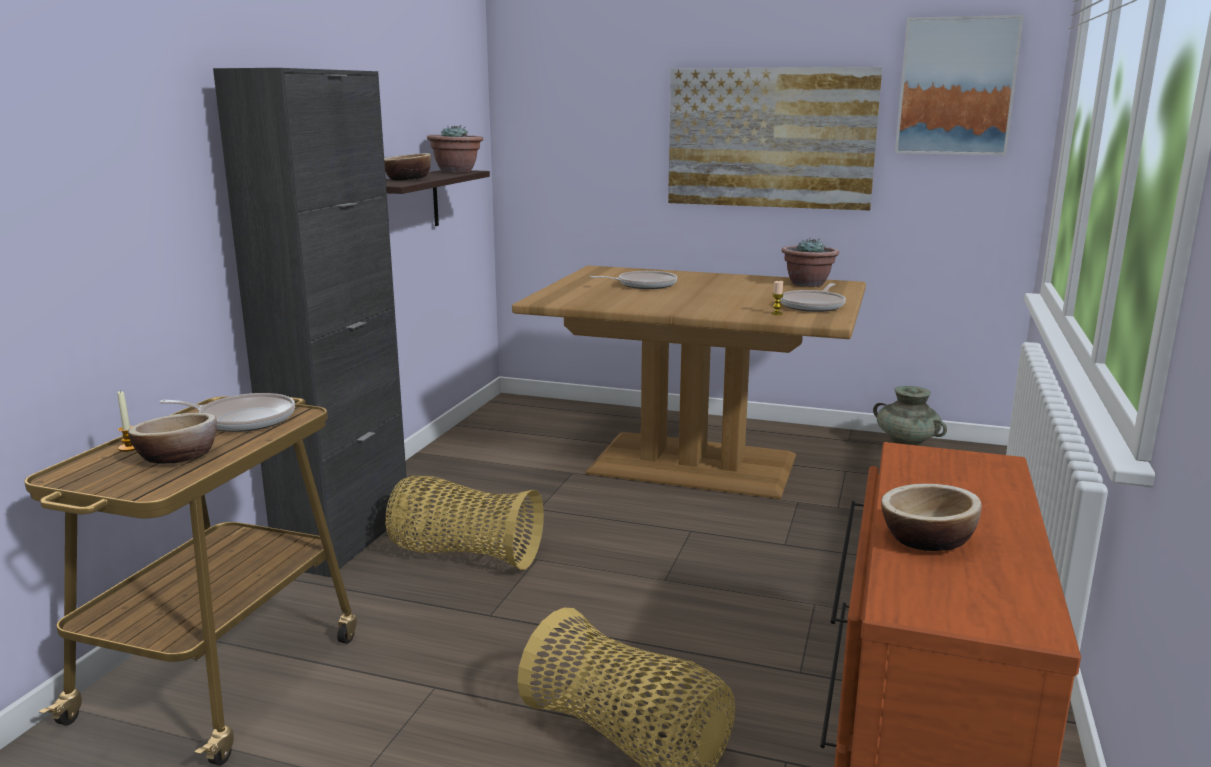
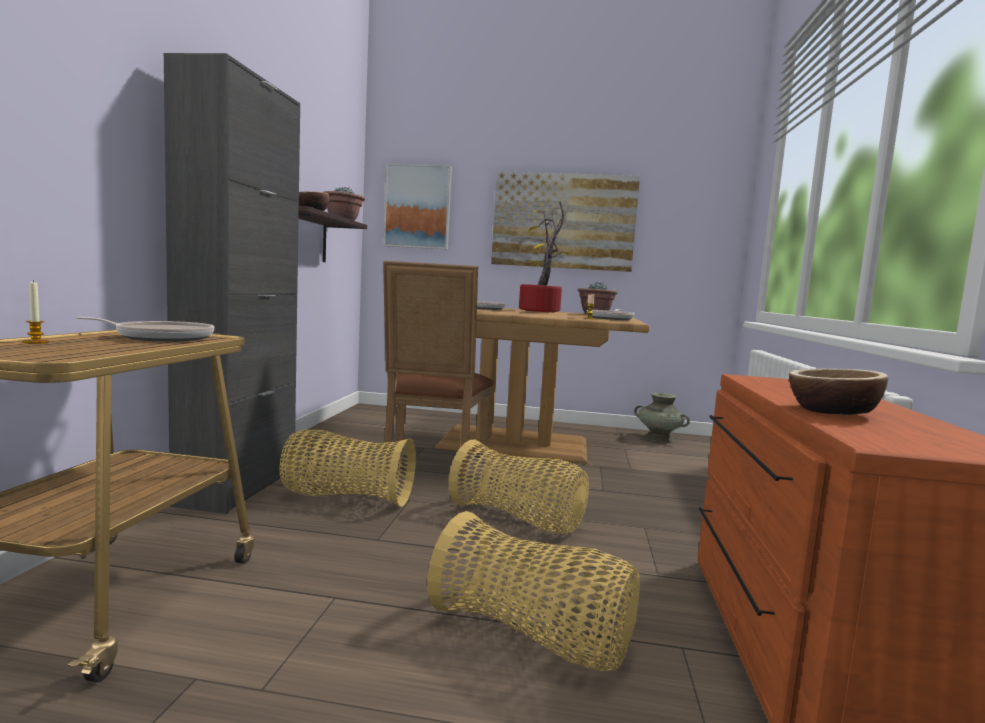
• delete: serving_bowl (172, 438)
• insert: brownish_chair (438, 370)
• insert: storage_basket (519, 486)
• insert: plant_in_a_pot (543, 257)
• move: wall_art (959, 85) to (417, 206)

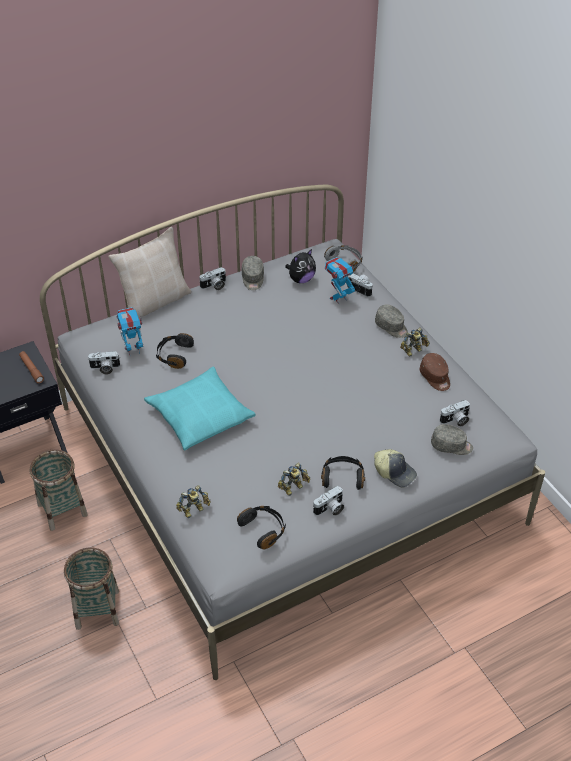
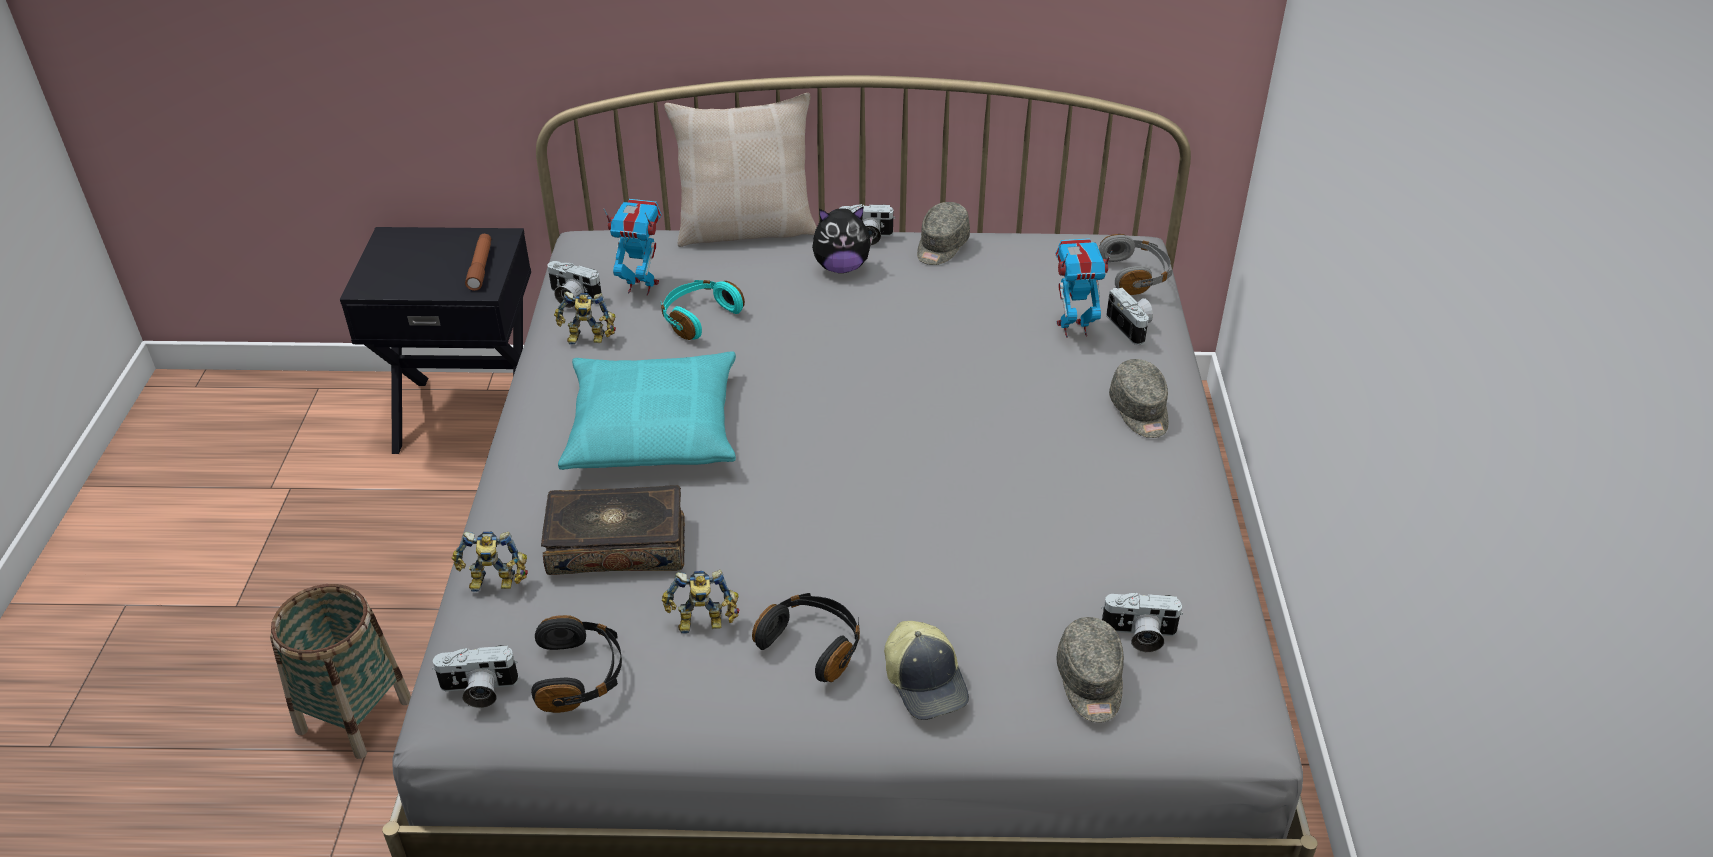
• delete: storage_basket (59, 490)
• delete: brownish_baseball_cap (435, 372)
• insert: bound_book (613, 530)
• move: plush_toy (300, 266) to (842, 240)
• move: photo_camera (328, 501) to (475, 676)
• move: toy_robot (414, 342) to (585, 318)
• recolor: black-coloured_headphones (175, 351) to turquoise_headphones (703, 310)
• rotate: greyish_baseball_cap (452, 439) = (1090, 670) 45 degrees clockwise

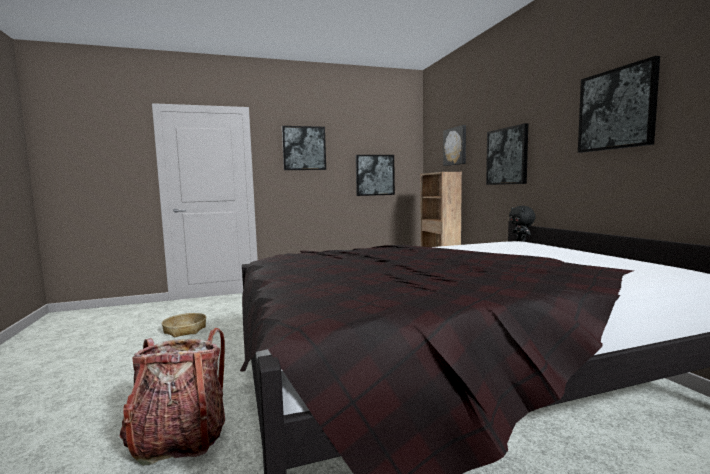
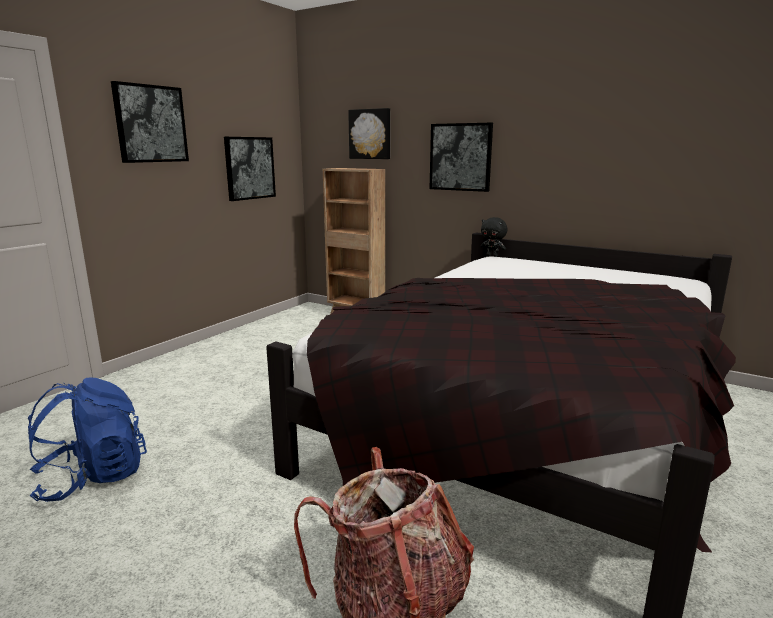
• delete: wall_art (619, 104)
• replace: storage_basket (184, 325) to blue_knapsack (87, 439)

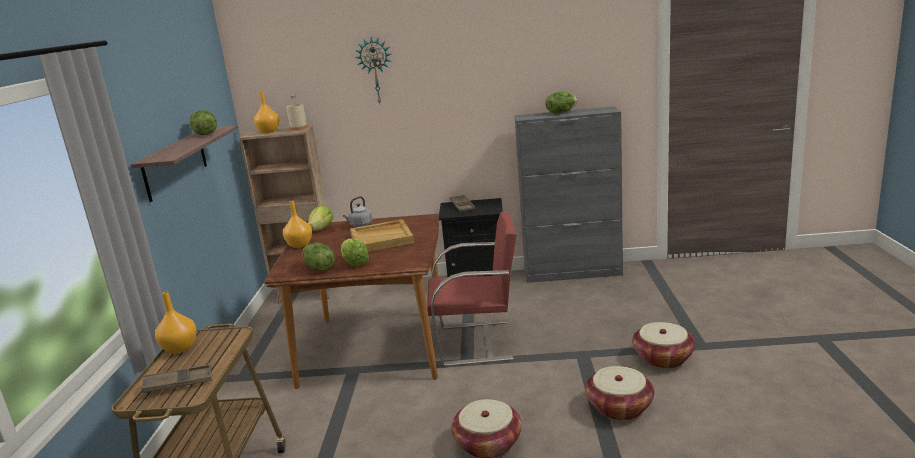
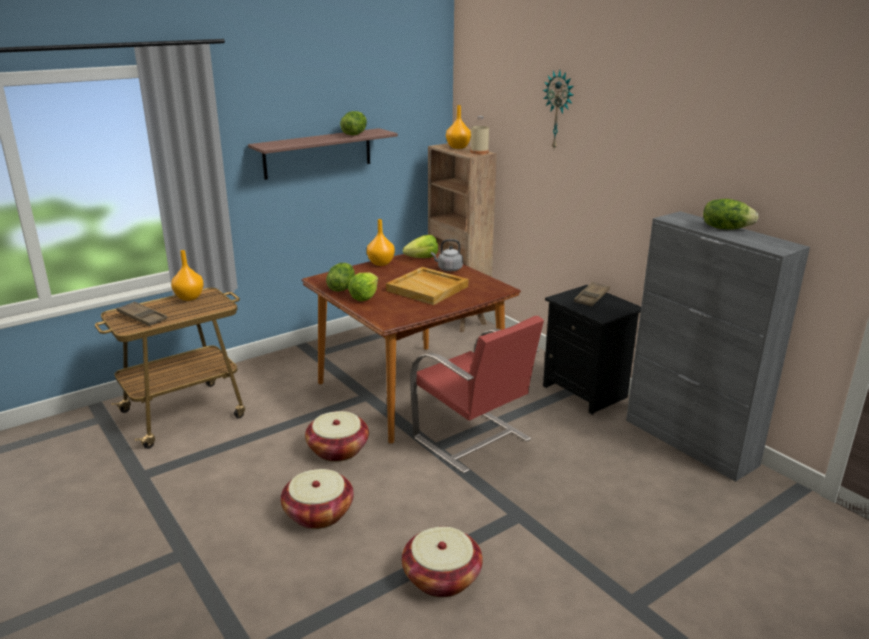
• move: storage_basket (663, 345) to (337, 436)

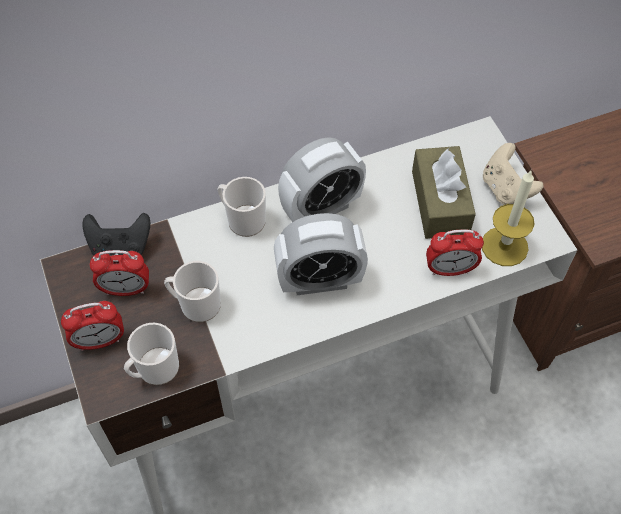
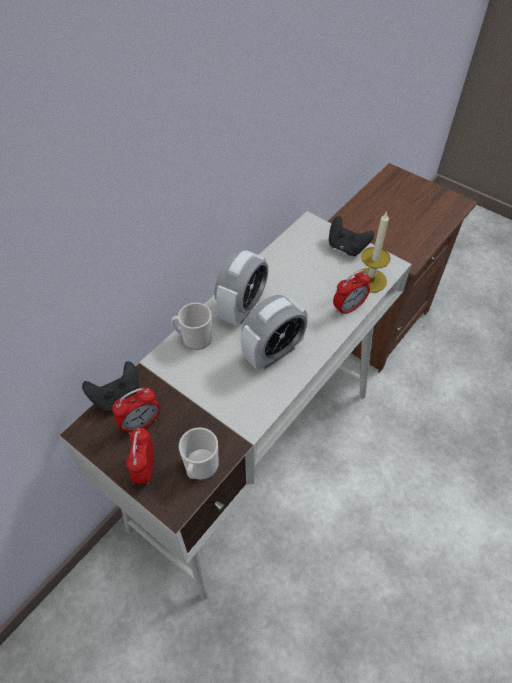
• delete: mug (192, 291)
• delete: brownish_tissue_holder (444, 192)
• recolor: beige-coloured_gamepad (513, 174) to black-coloured_gamepad (351, 236)
• rotate: alarm_clock (92, 326) = (139, 456) 135 degrees clockwise

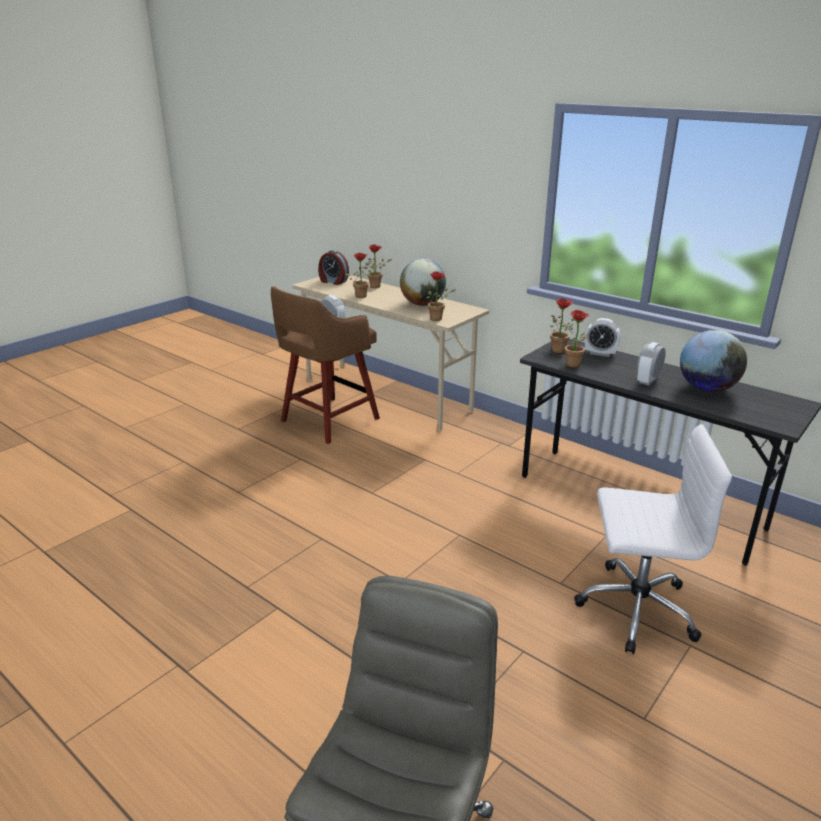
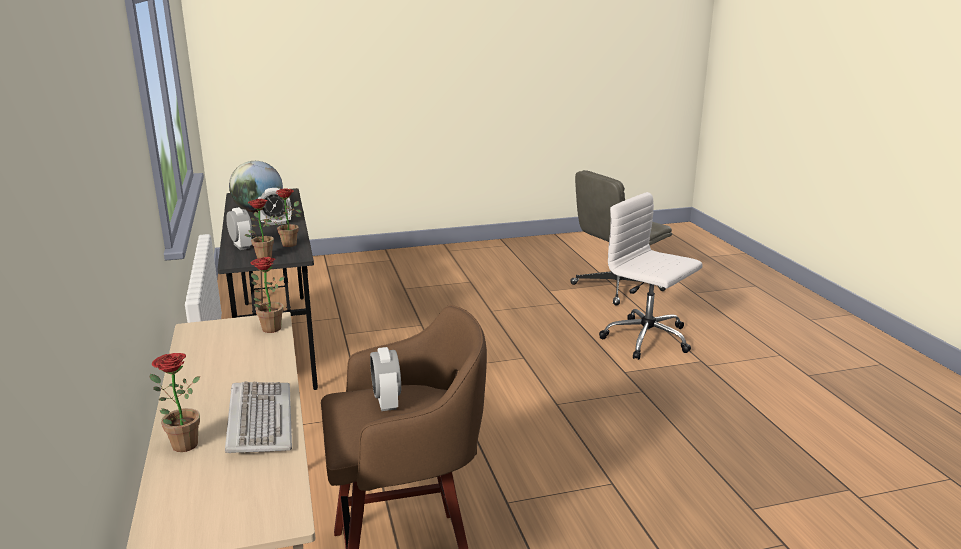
• delete: alarm_clock (333, 267)
• delete: globe (423, 282)
• move: whitish_desk_chair (653, 539) to (651, 276)
• replace: plant_in_a_pot (360, 275) to computer_keyboard (258, 417)

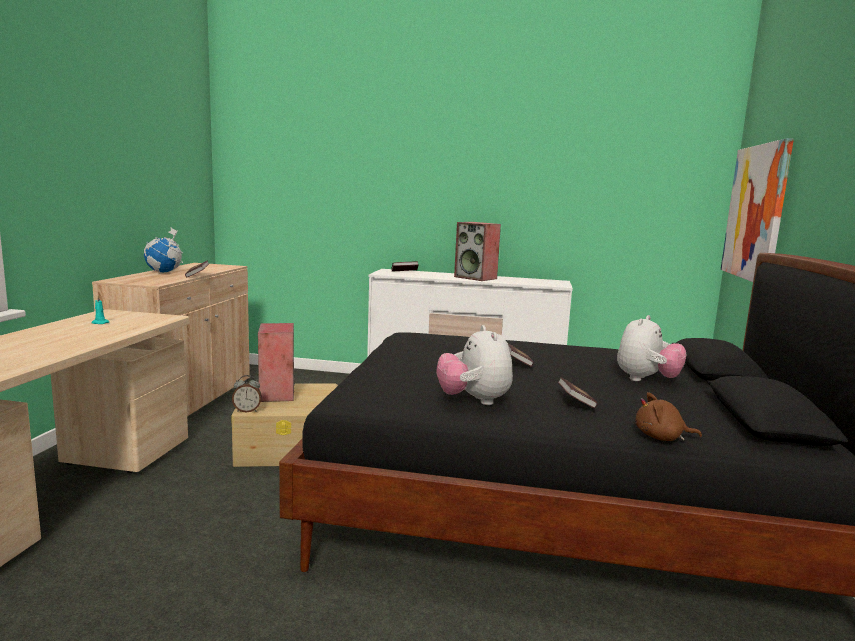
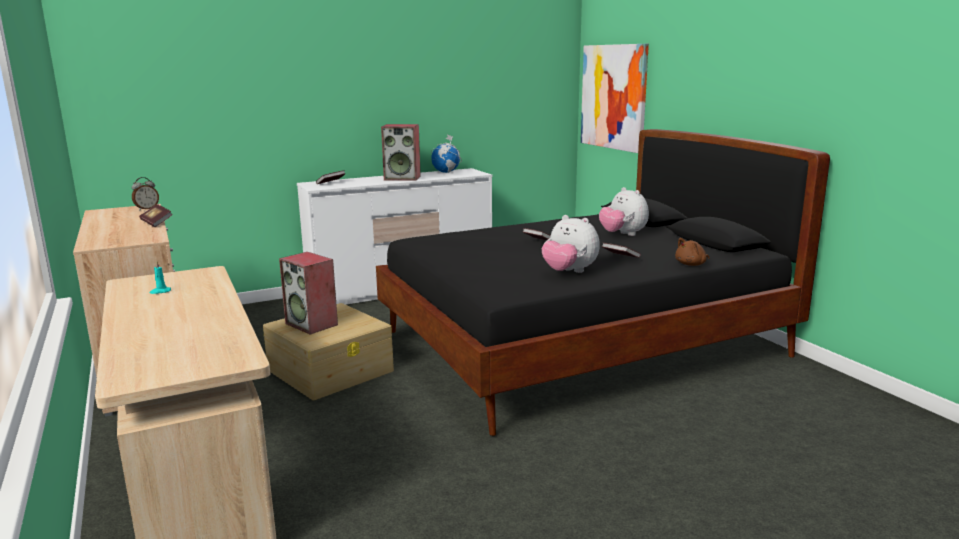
• move: globe (163, 250) to (446, 153)
• move: alarm_clock (247, 394) to (145, 193)
• rotate: plush_toy (652, 348) = (624, 211) 150 degrees clockwise

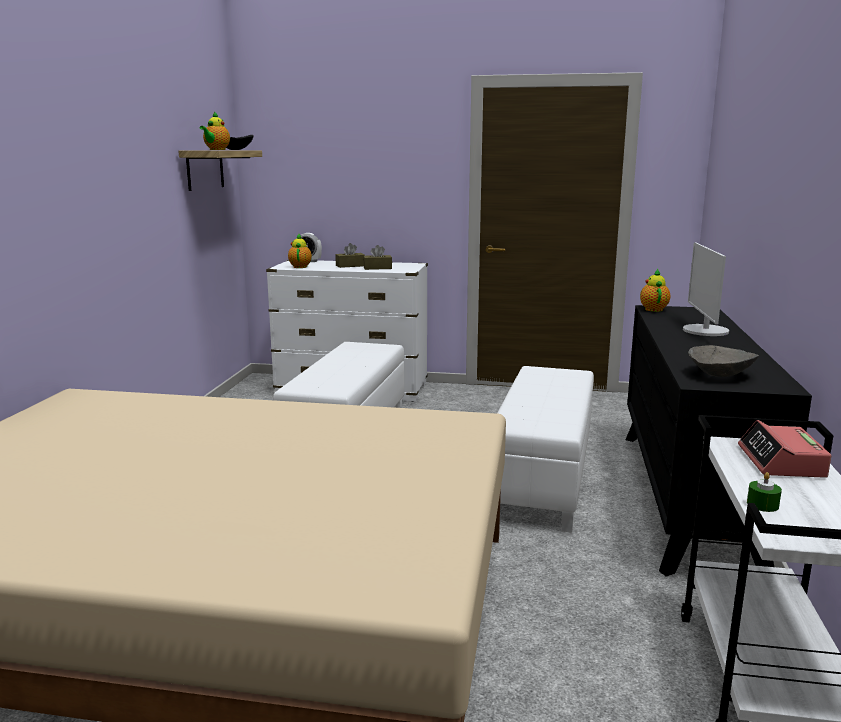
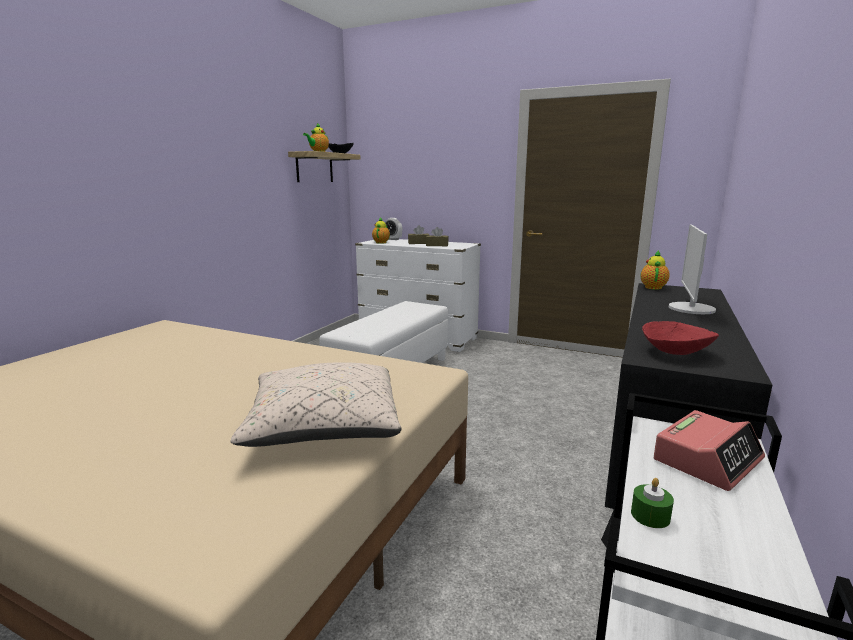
• delete: whitish_pouffe (545, 449)
• insert: beige-coloured_cushion (315, 404)
• recolor: greyish_serving_bowl (723, 361) to red_serving_bowl (680, 338)
• rotate: alarm_clock (784, 449) = (709, 450) 150 degrees counterclockwise

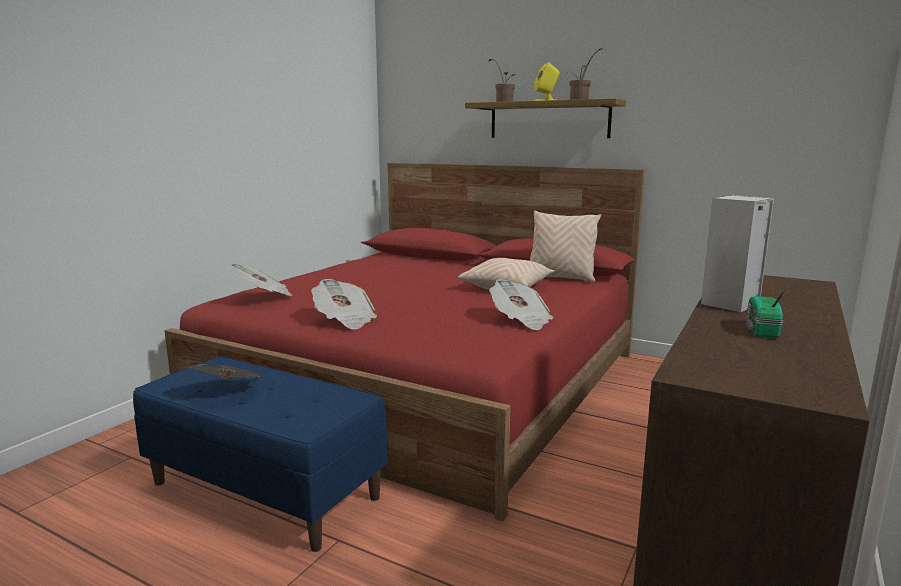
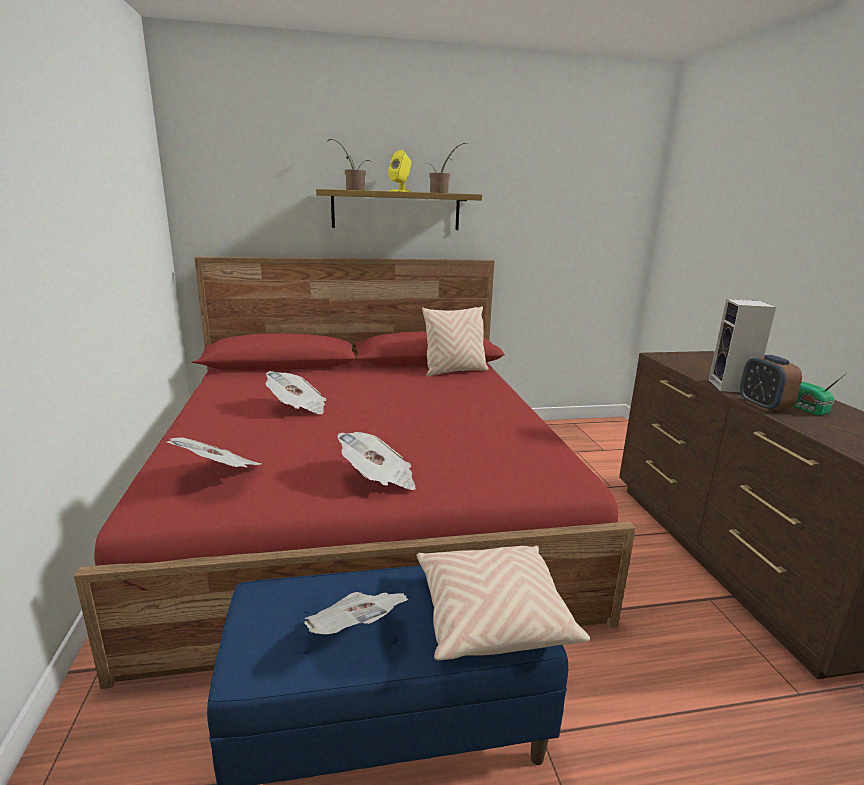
• insert: alarm_clock (771, 383)
• move: beige-coloured_cushion (506, 274) to (503, 603)
• move: newspaper (521, 304) to (295, 392)

